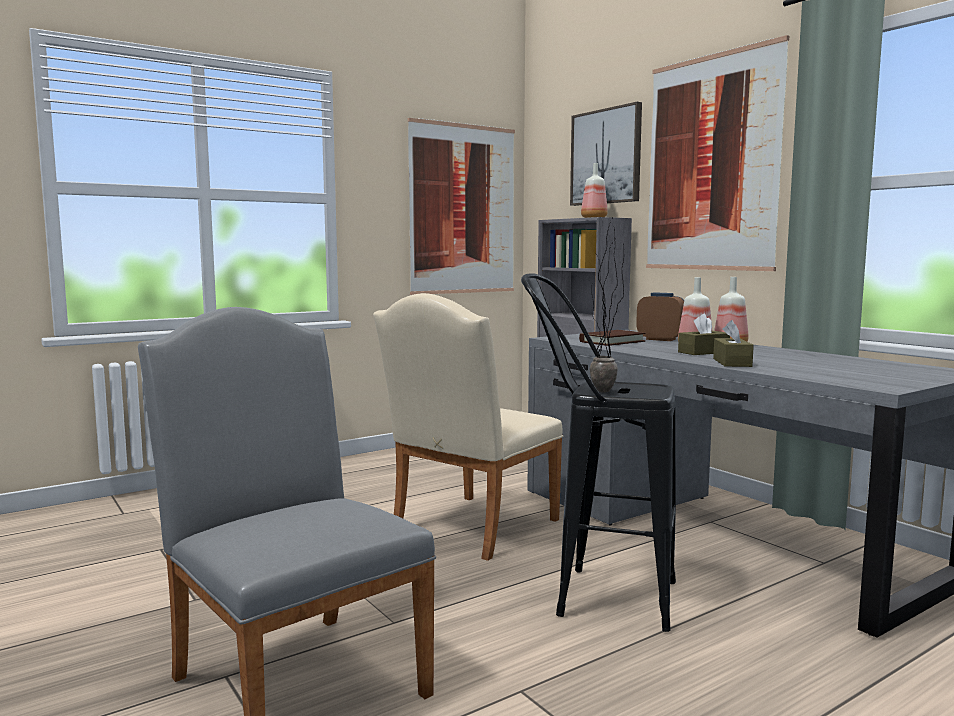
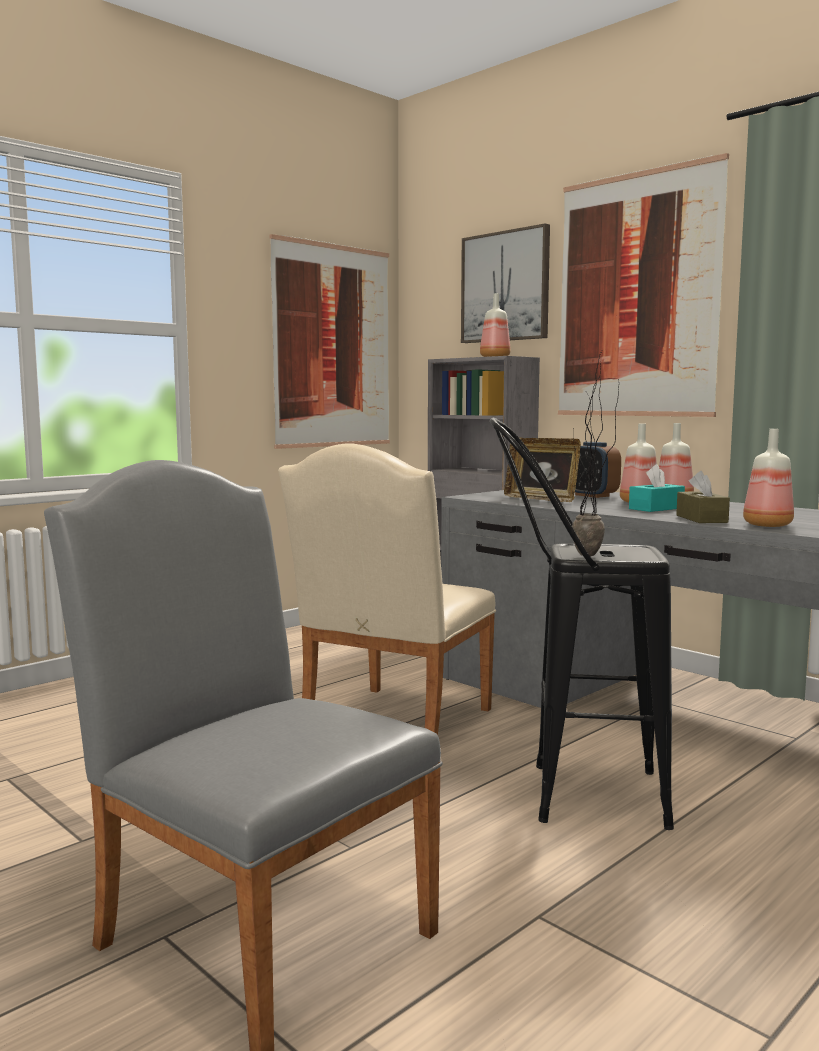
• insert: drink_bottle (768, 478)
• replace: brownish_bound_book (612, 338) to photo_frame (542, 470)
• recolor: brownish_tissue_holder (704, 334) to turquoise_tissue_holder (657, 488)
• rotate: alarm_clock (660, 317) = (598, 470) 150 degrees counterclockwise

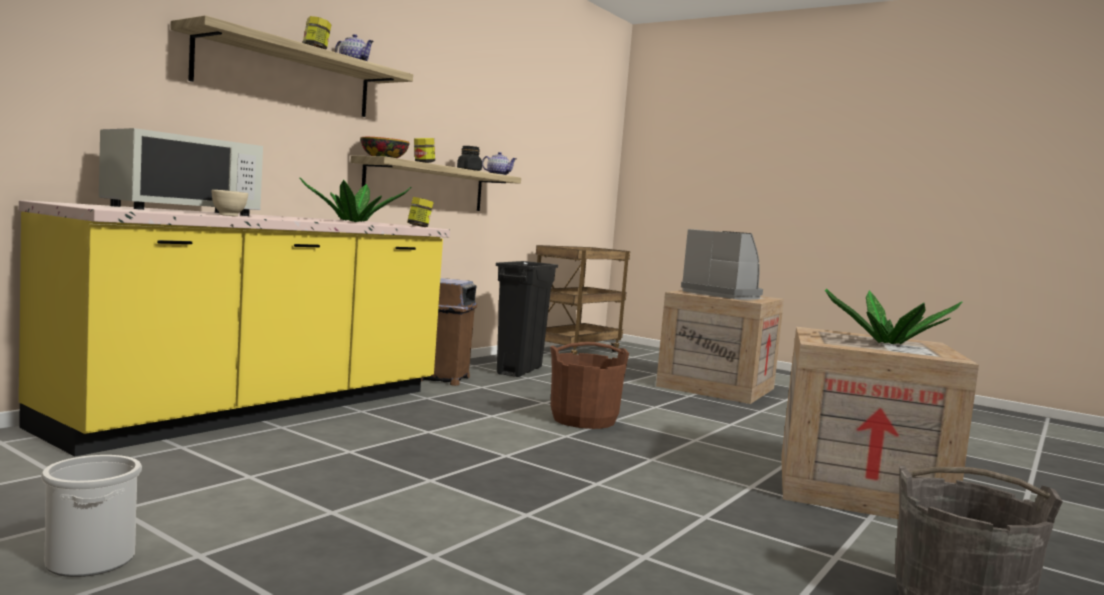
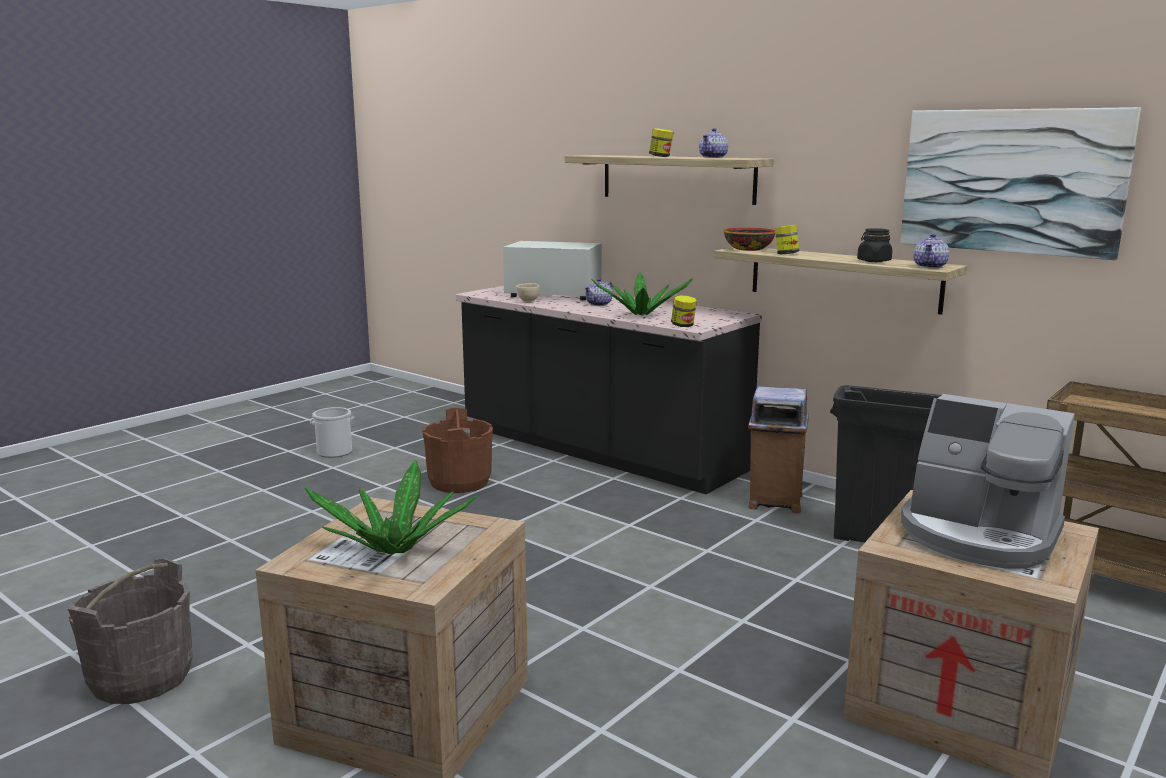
• insert: pot_for_tea (599, 292)
• insert: wall_art (1020, 183)
• move: brownish_bucket (589, 385) to (457, 450)
• recolor: yellowish_kitchen_base_unit (234, 328) to black-coloured_kitchen_base_unit (609, 390)
• rotate: whitish_microwave (181, 172) = (552, 270) 150 degrees clockwise
• rotate: coffee_brewer (722, 264) = (988, 481) 75 degrees clockwise

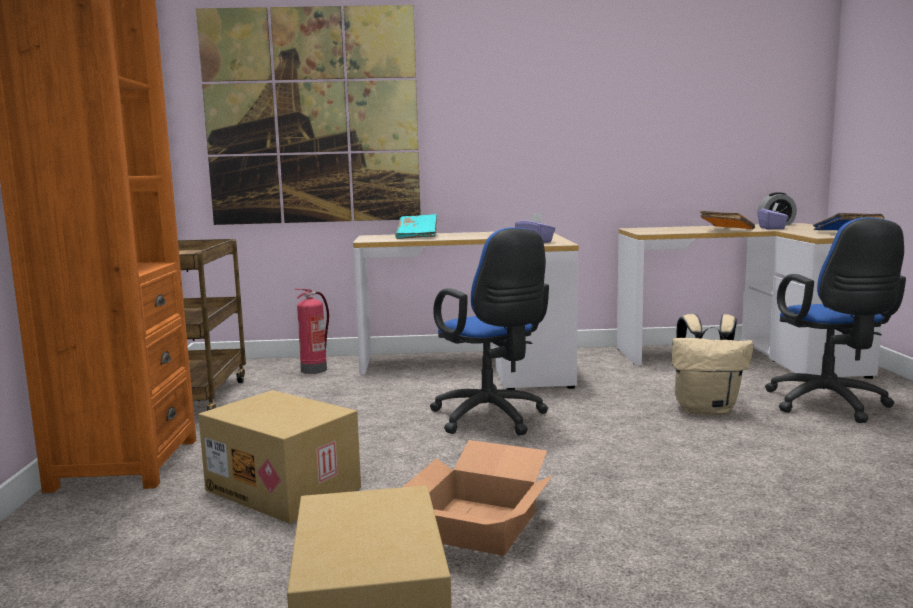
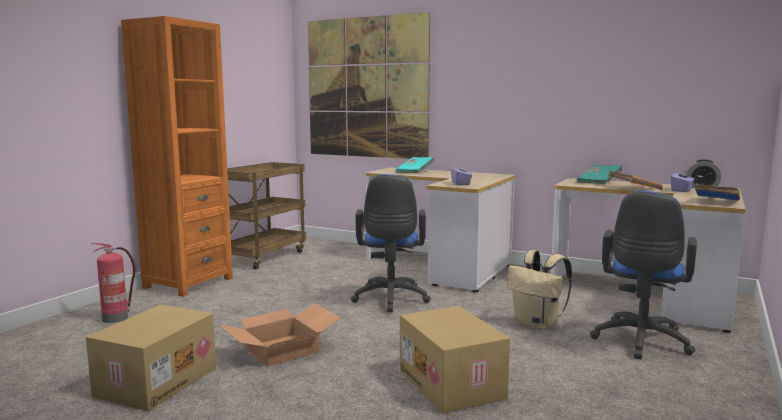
• insert: turquoise_bound_book (600, 174)
• move: carton (279, 457) to (455, 360)
• move: fire-fighting_cylinder (312, 331) to (113, 283)

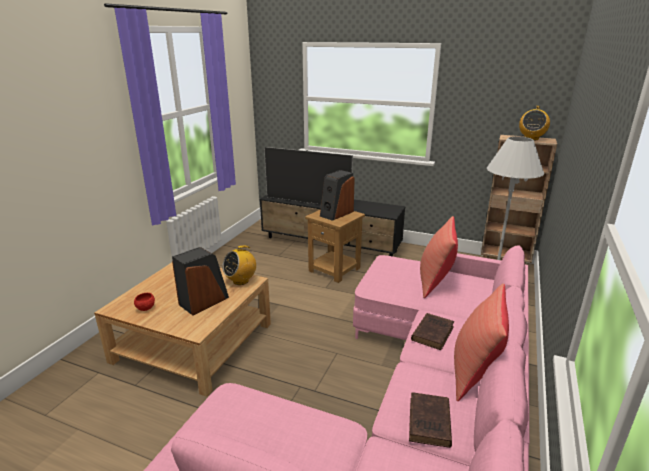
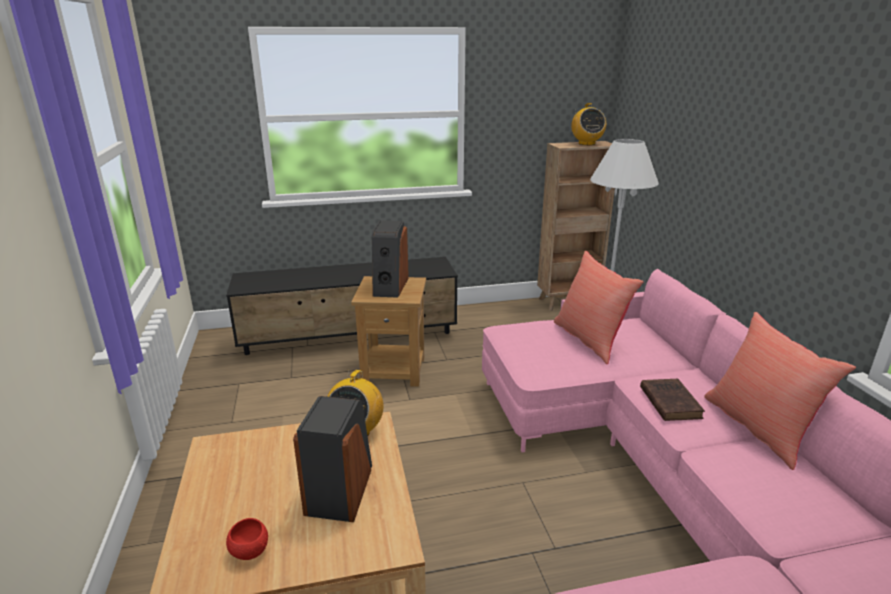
• delete: TV_set (308, 176)
• delete: brownish_bound_book (430, 420)

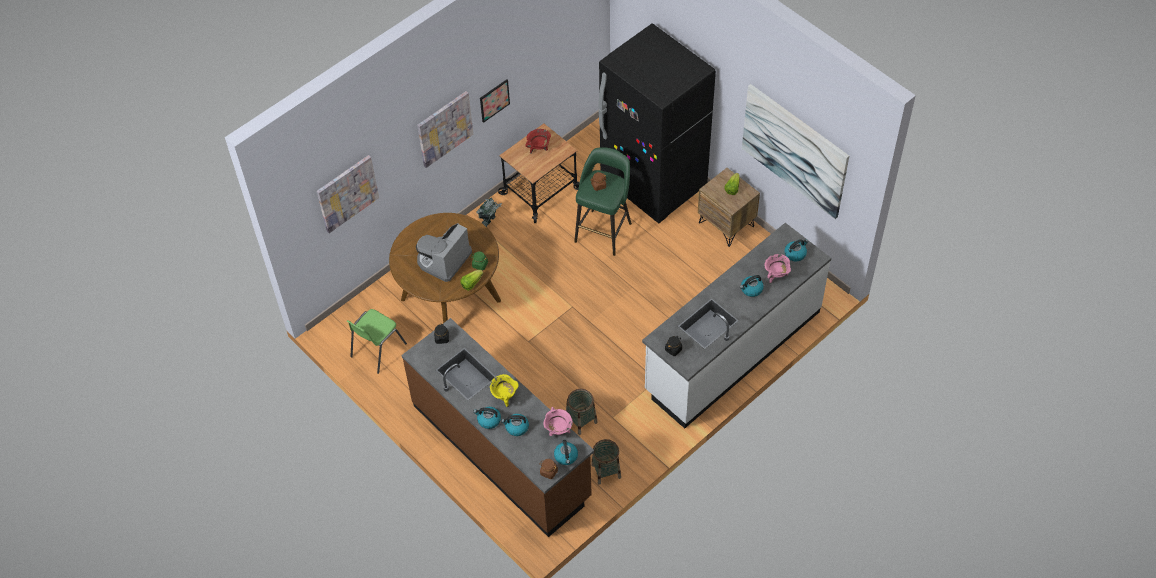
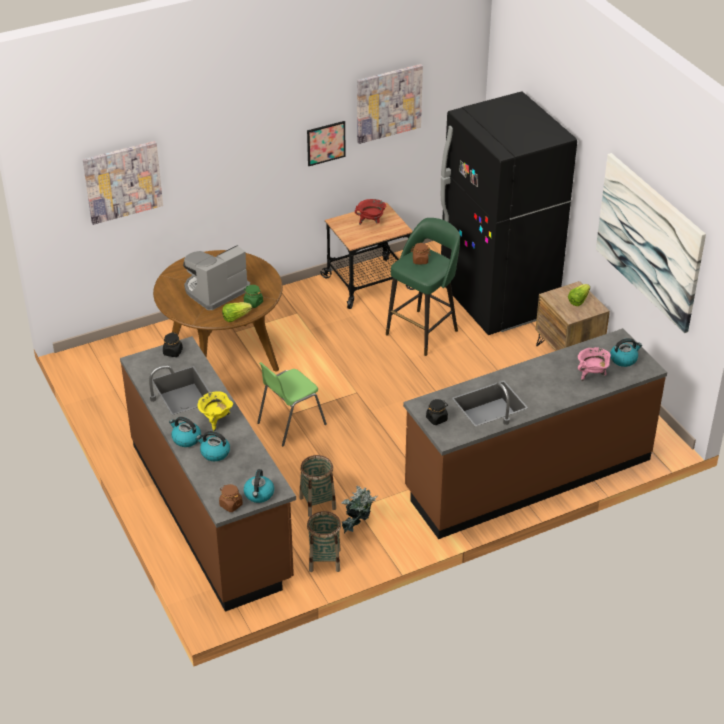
• delete: pink_cooking_pot (558, 421)
• delete: kettle (752, 286)
• move: greenish_chair (377, 341) to (292, 404)
• move: wall_art (445, 129) to (390, 104)
• move: plant_in_a_pot (489, 212) to (359, 509)
• recolor: whitish_kitchen_base_unit (736, 325) to brownish_kitchen_base_unit (535, 433)

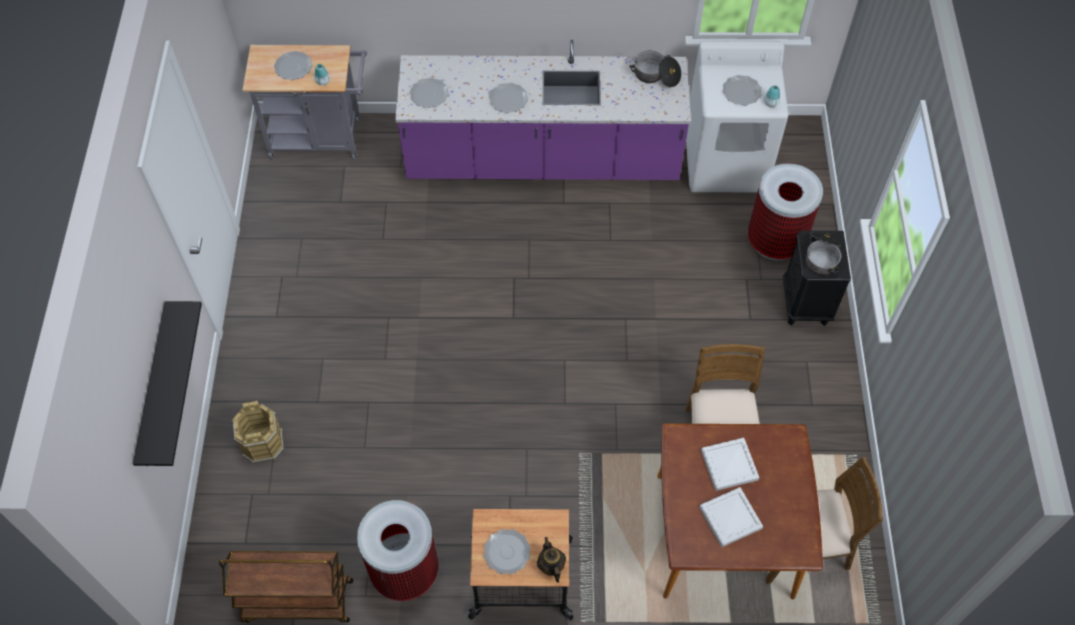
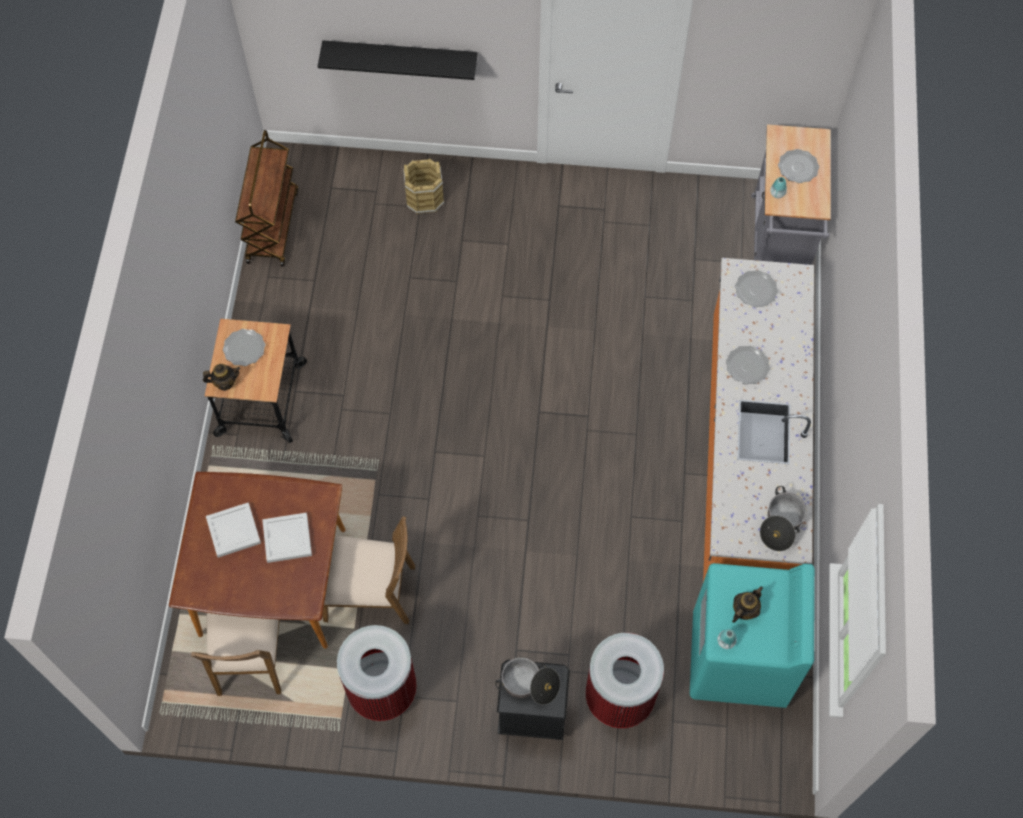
• move: waste_bin (398, 550) to (376, 673)
• replace: plate (742, 90) to pot_for_tea (747, 604)
• recolor: purplish_kitchen_base_unit (543, 110) to orange-coloured_kitchen_base_unit (758, 420)
• recolor: whitish_laundry_appliance (737, 117) to turquoise_laundry_appliance (752, 635)

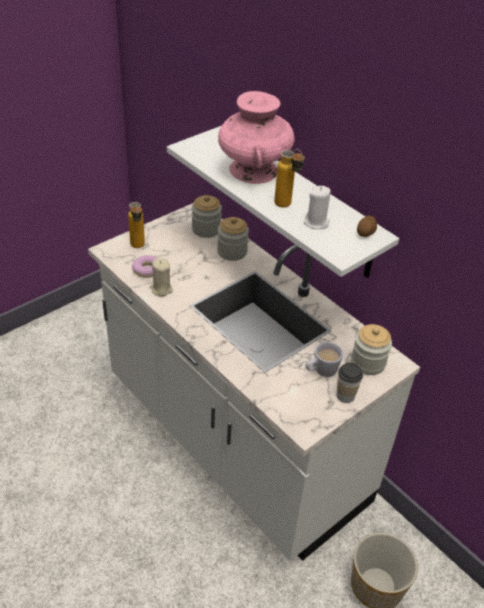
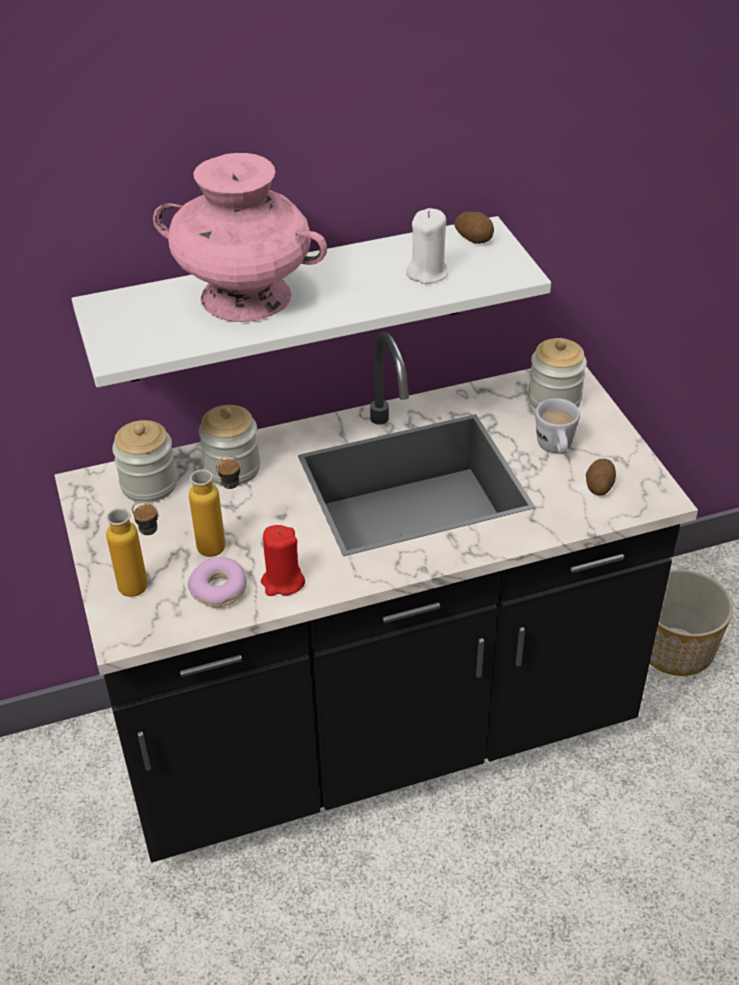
• delete: drinking_cup (350, 383)
• insert: spud (601, 477)
• move: drink_bottle (289, 178) to (215, 506)
• recolor: whitish_kitchen_base_unit (254, 382) to black-coloured_kitchen_base_unit (376, 597)
• recolor: beige-coloured_wax_candle (161, 277) to red_wax_candle (283, 560)

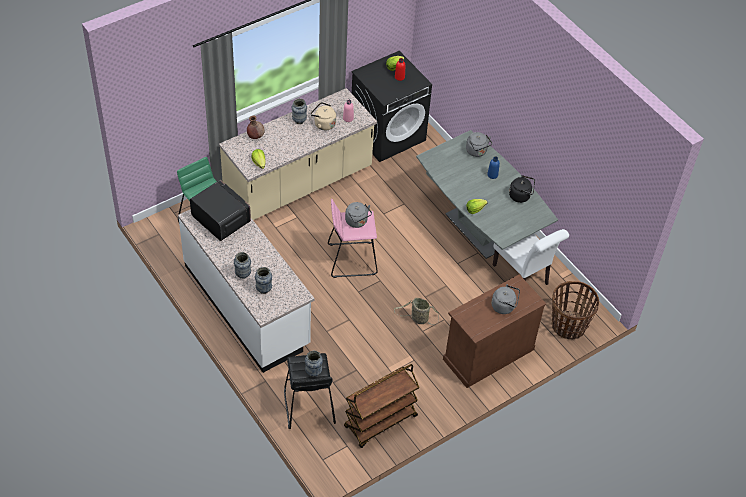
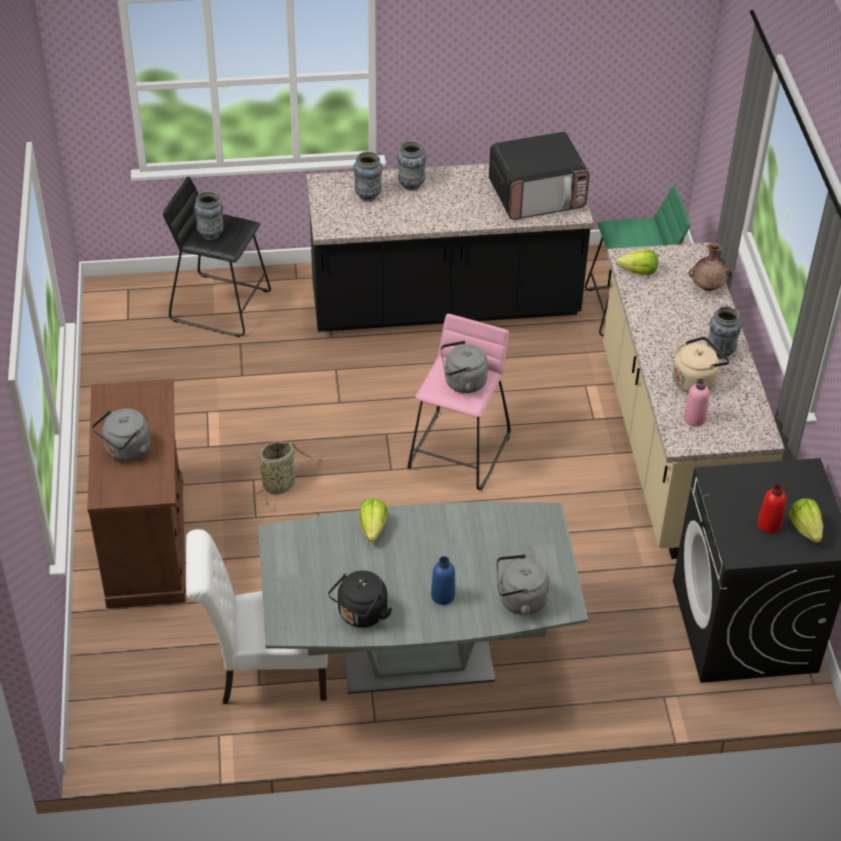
• delete: brownish_cart (382, 406)
• delete: storage_basket (575, 310)
• recolor: whitish_kitchen_base_unit (246, 291) to black-coloured_kitchen_base_unit (450, 248)

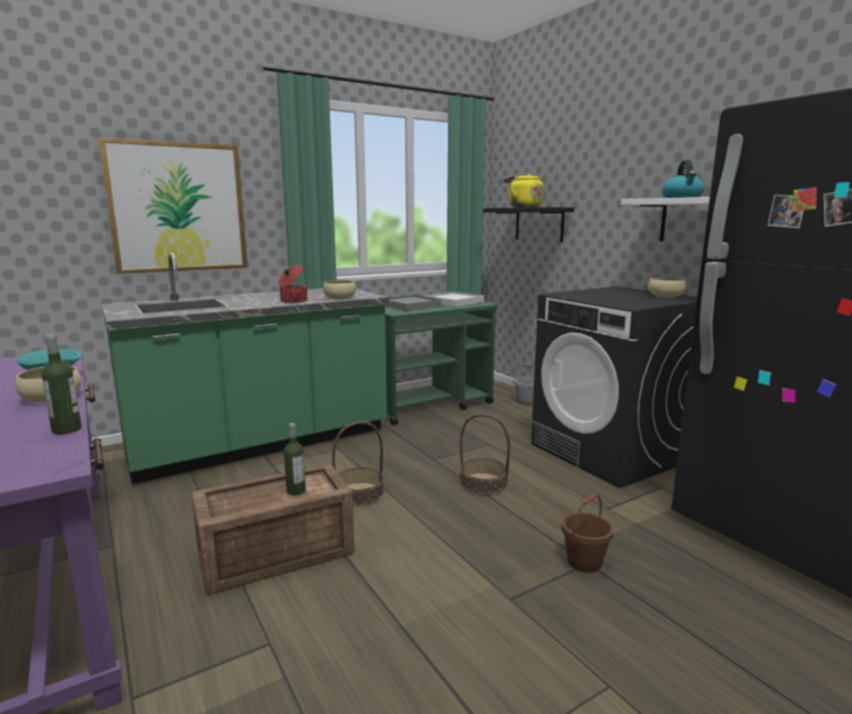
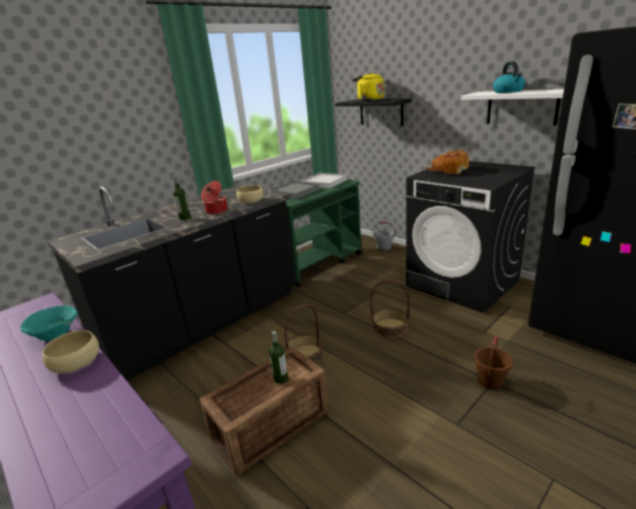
• delete: wall_art (173, 205)
• delete: beige-coloured_serving_bowl (667, 287)
• insert: bread (447, 162)
• move: drink_bottle (61, 384) to (182, 198)
• recolor: greenish_kitchen_base_unit (245, 368) to black-coloured_kitchen_base_unit (172, 282)

